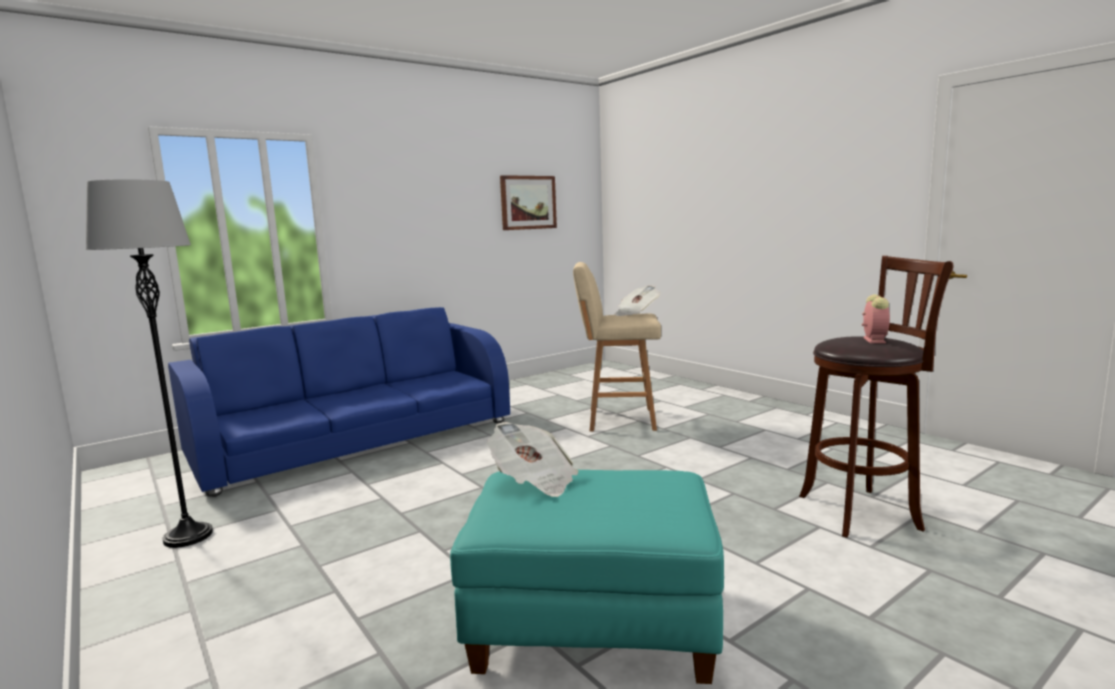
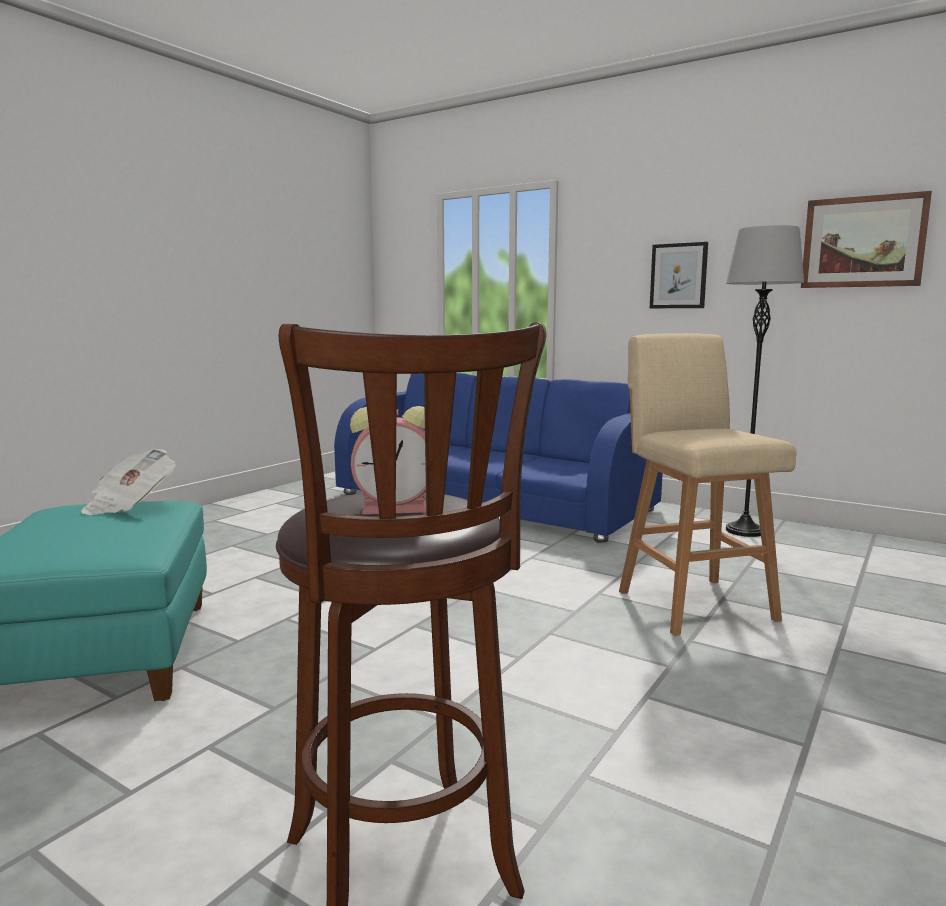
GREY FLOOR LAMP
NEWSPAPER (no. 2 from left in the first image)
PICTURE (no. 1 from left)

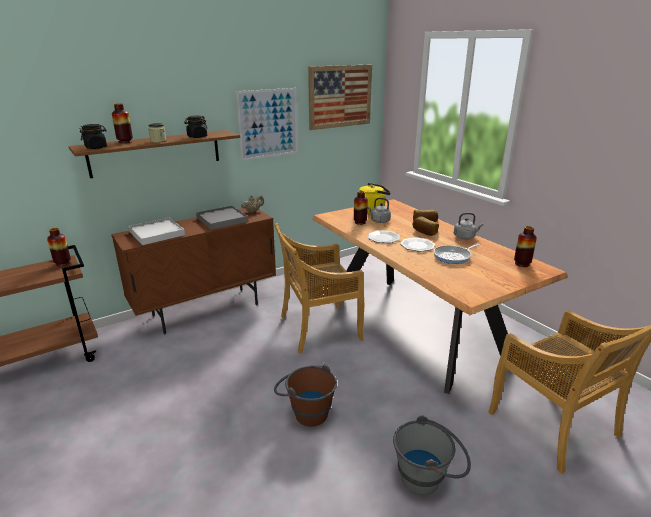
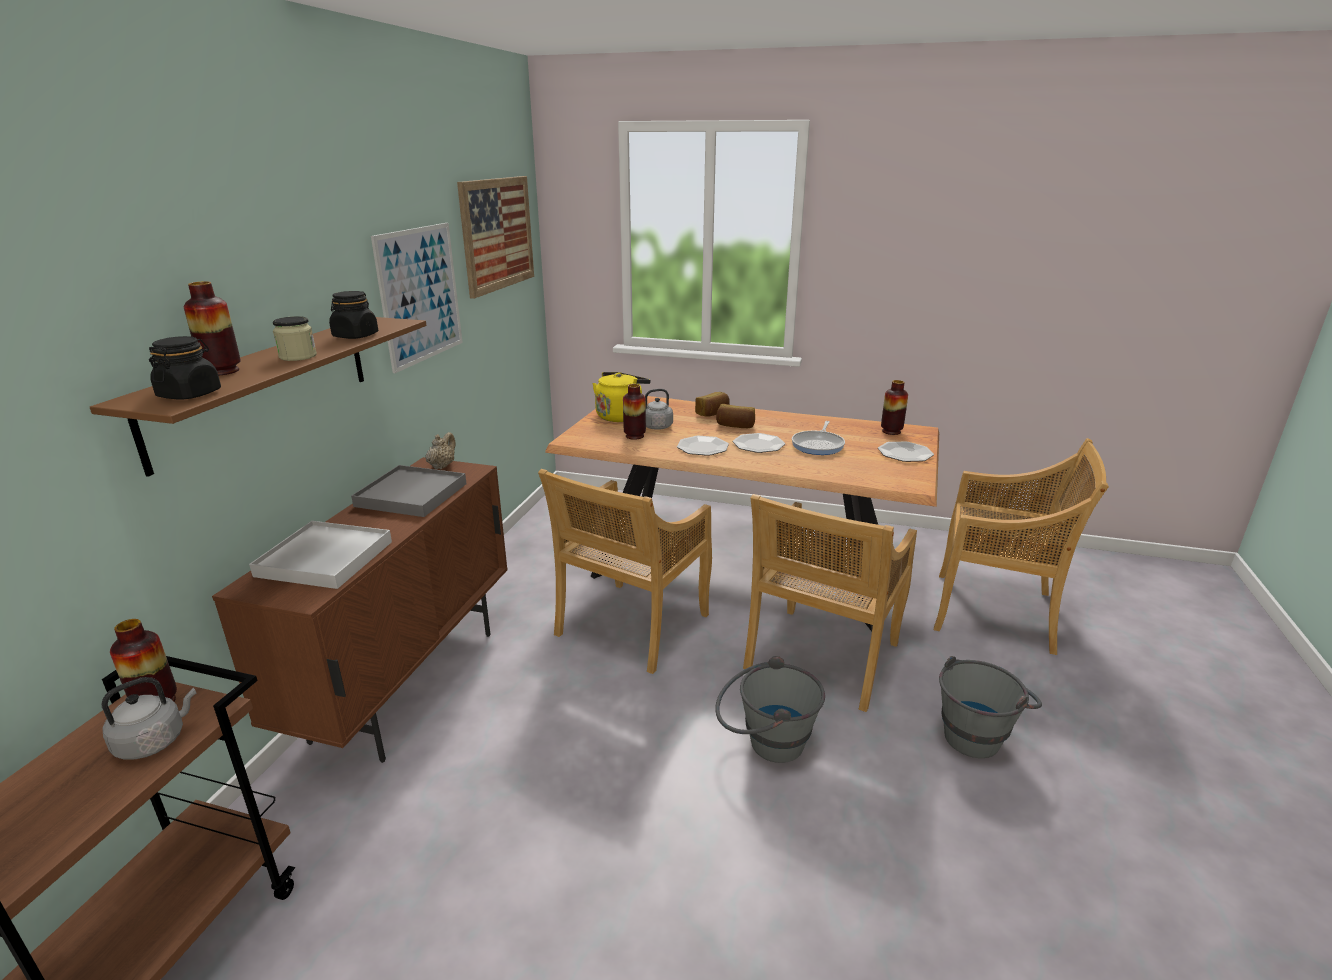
GREY KETTLE (no. 1 from left)
GREY BUCKET (no. 1 from left)
PLATE (no. 3 from left)
BEIGE CHAIR (no. 2 from left)

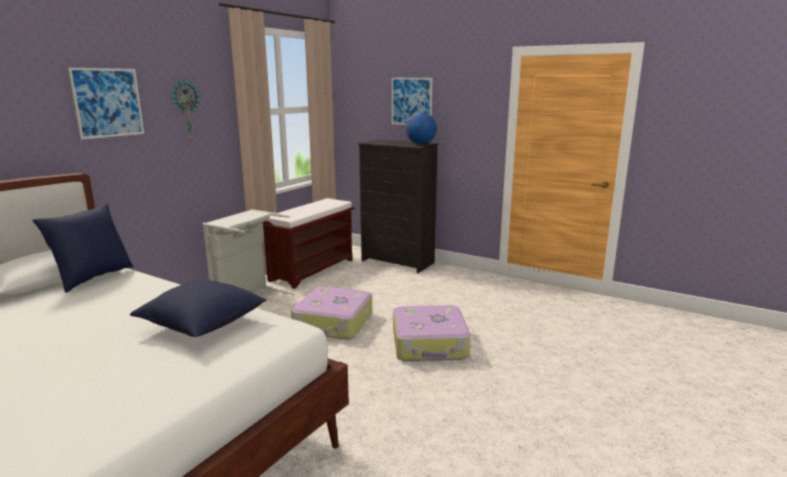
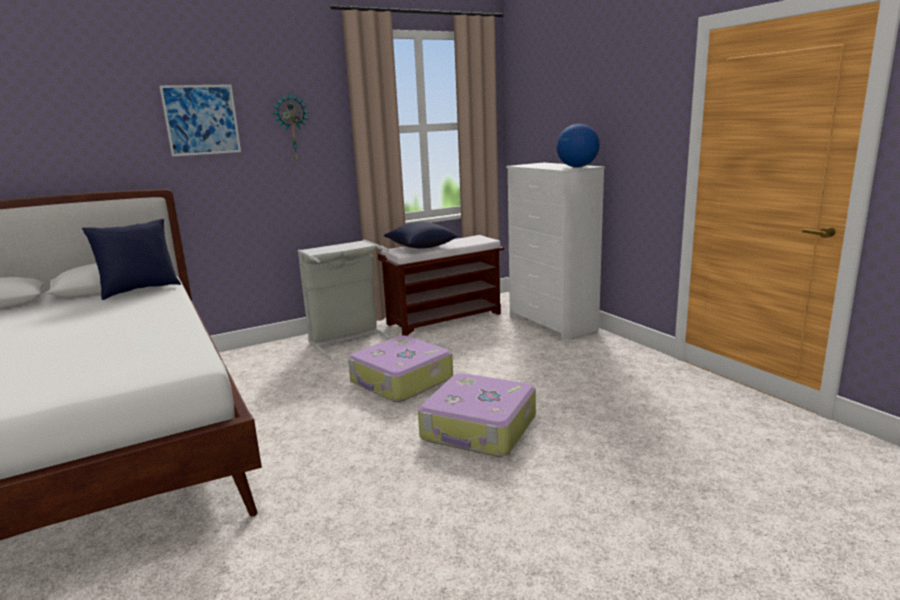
PICTURE (no. 2 from left in the first image)
WHITE DRESSER
BLUE PILLOW (no. 2 from left)

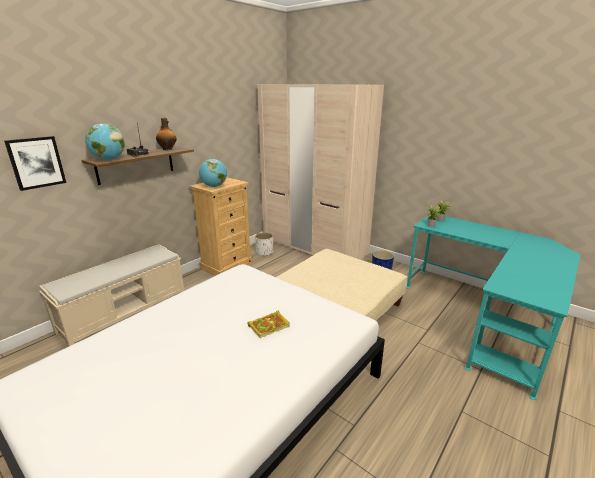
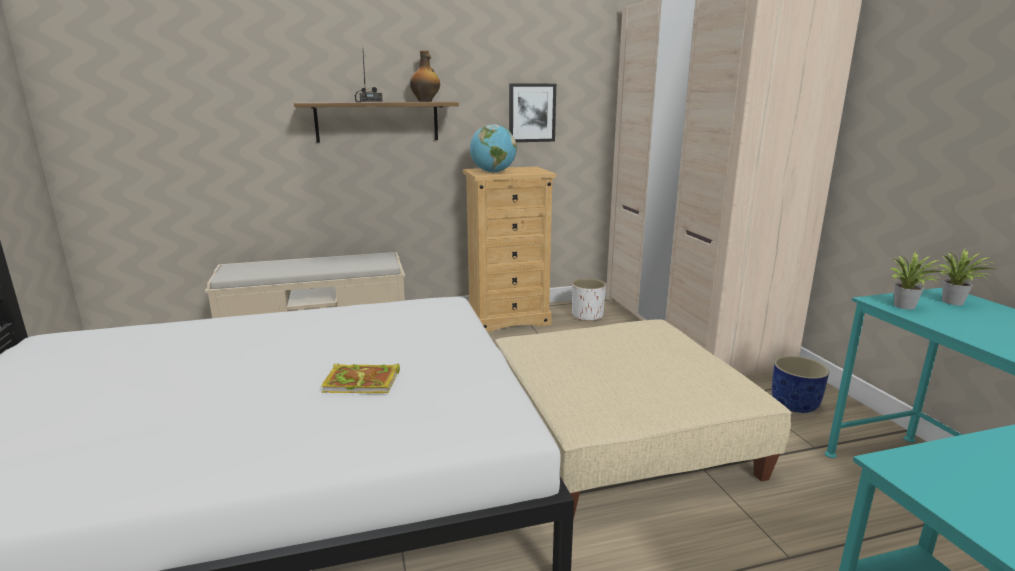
GLOBE (no. 1 from left in the first image)
PICTURE

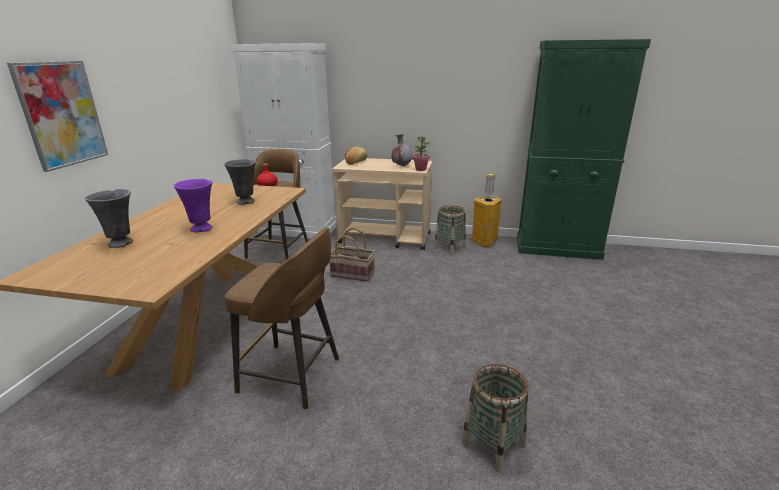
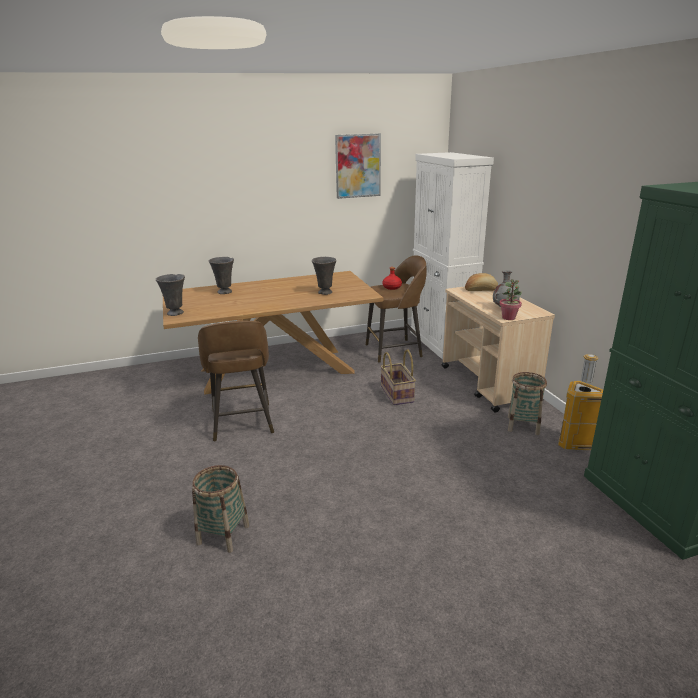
PICTURE
PURPLE VASE
GREY VASE (no. 1 from left)

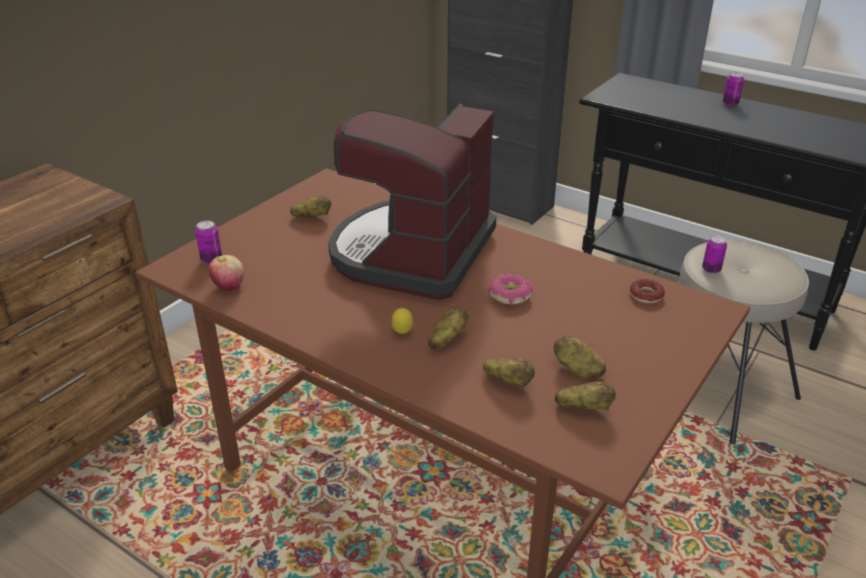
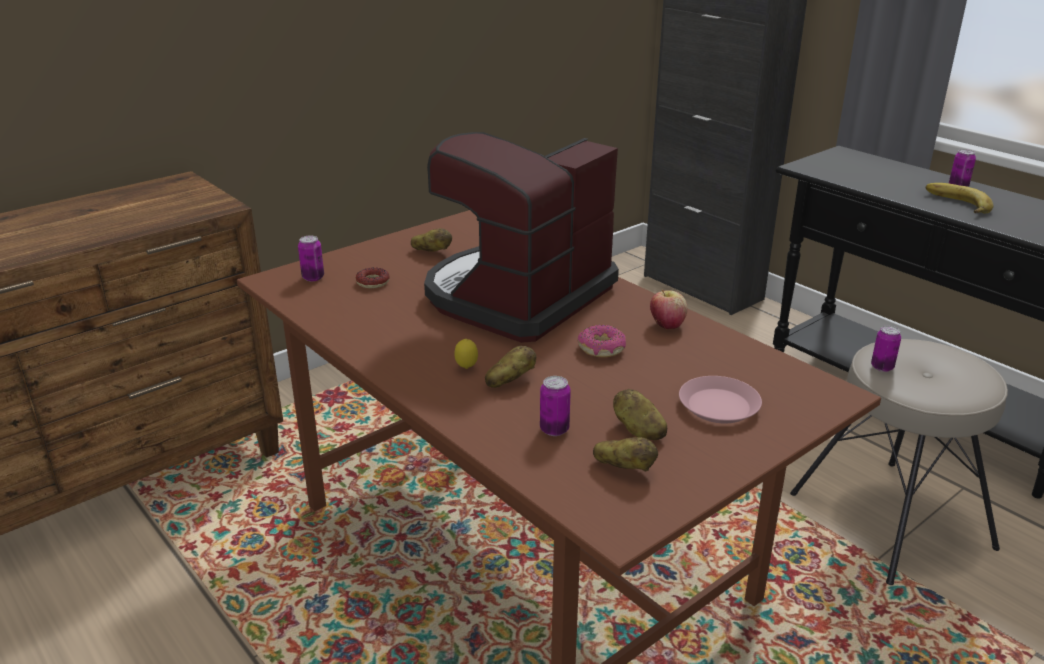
APPLE
DONUT (no. 1 from left)
CAN (no. 2 from left)
BANANA
PINK PLATE

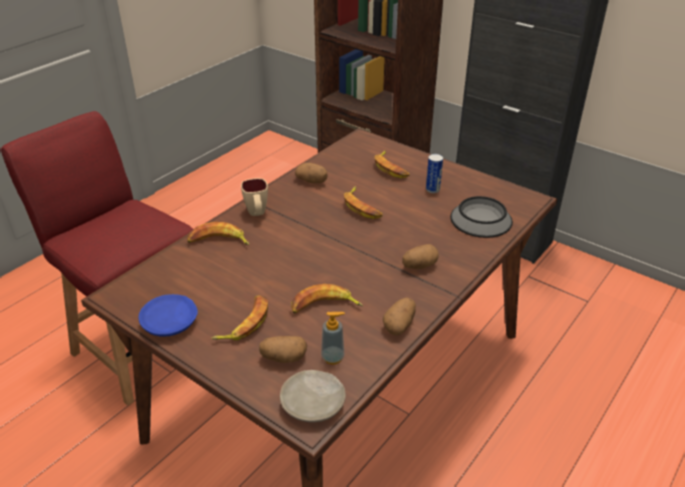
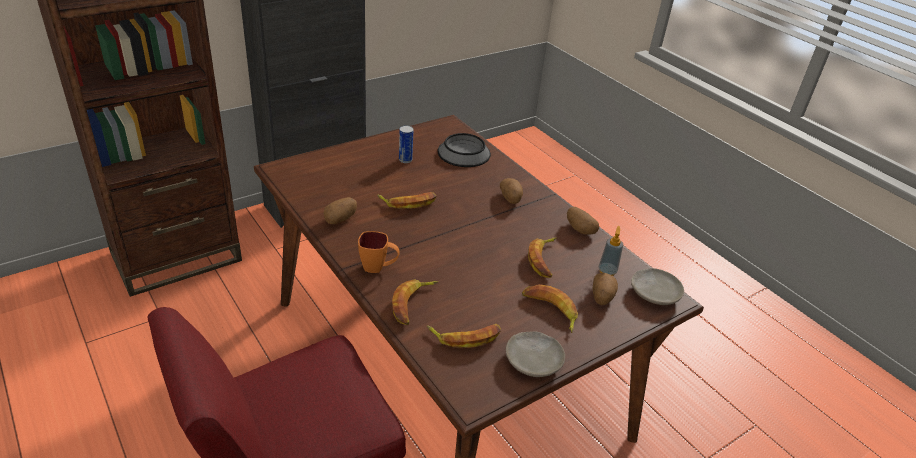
BANANA (no. 3 from left)
ORANGE MUG
BEIGE PLATE (no. 1 from left)

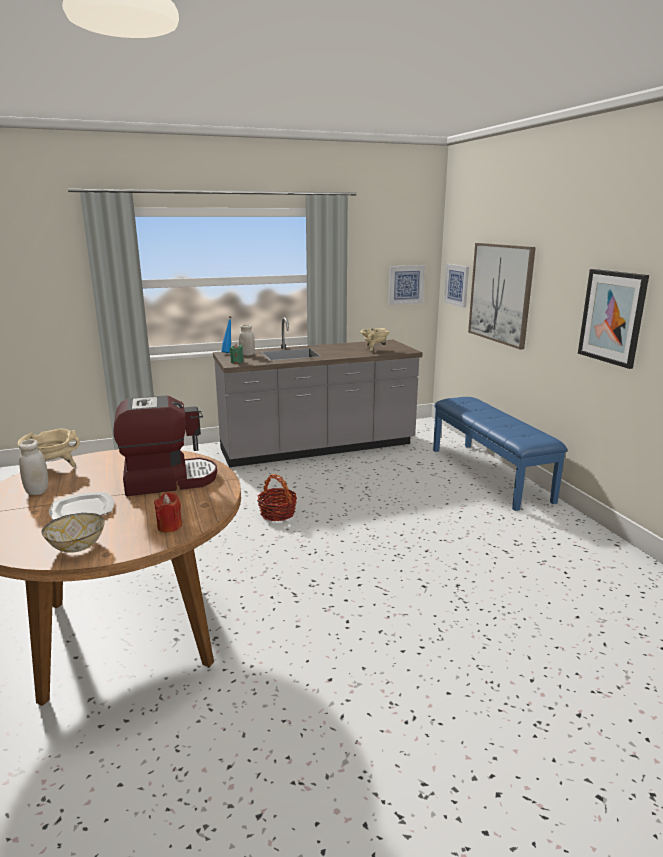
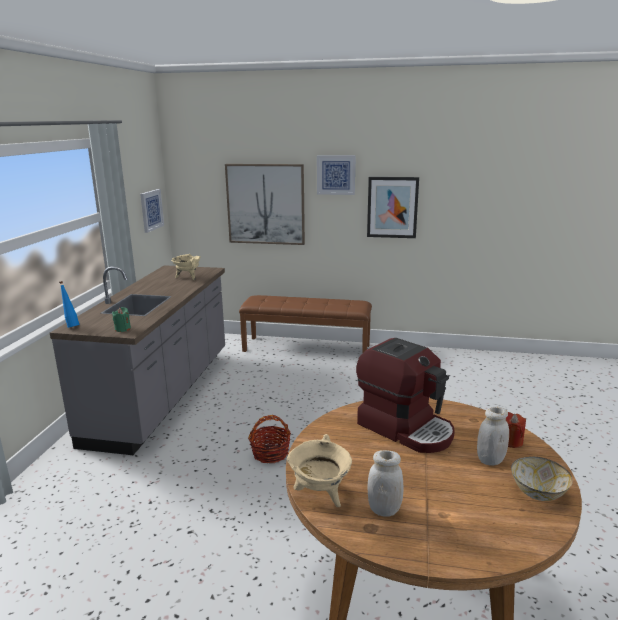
PICTURE (no. 3 from left)
WHITE JAR (no. 2 from left)
COFFEE MACHINE
BROWN BENCH
PLATE

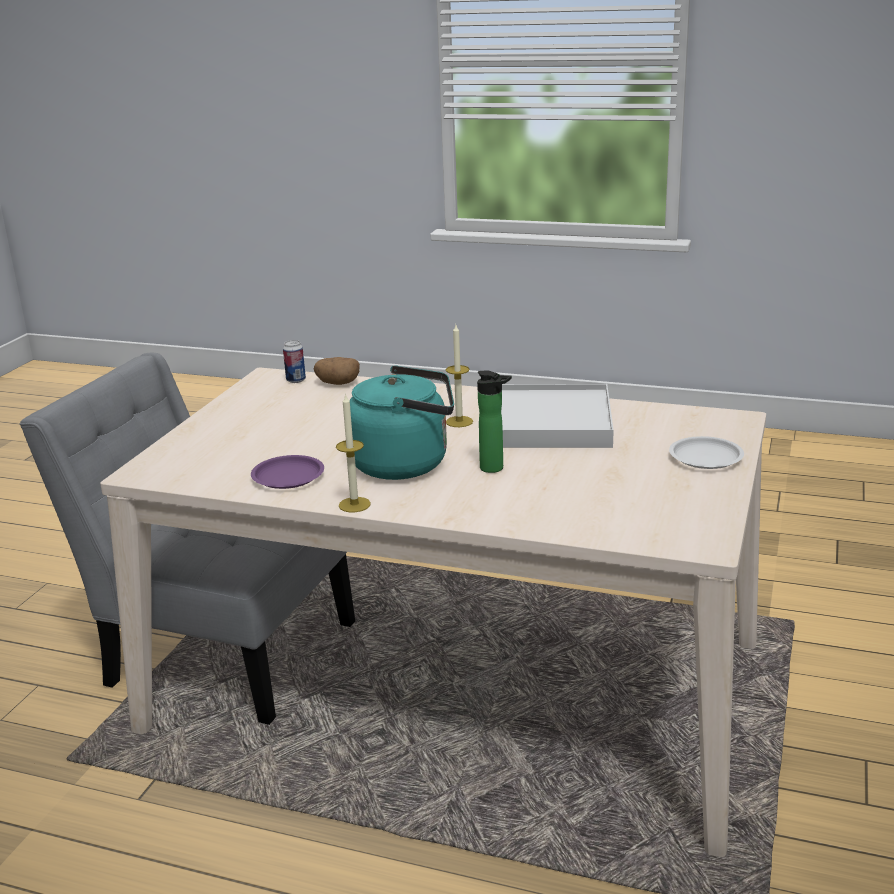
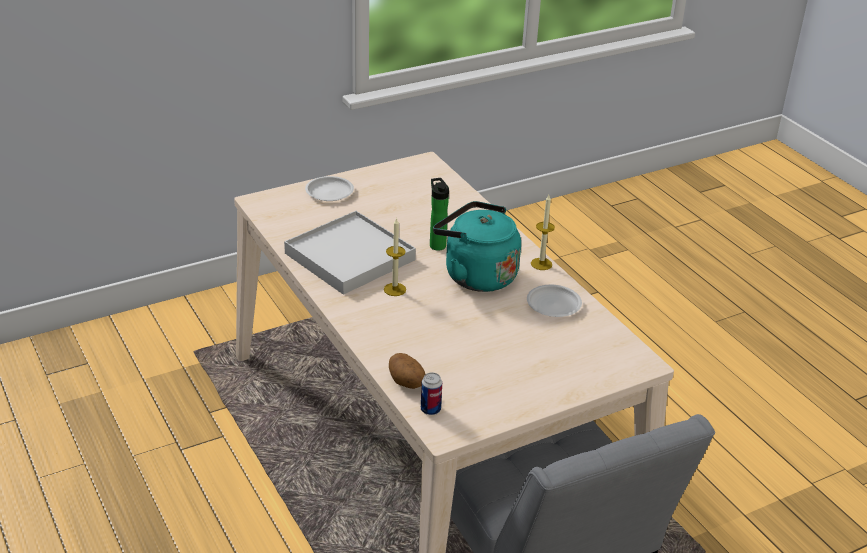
WHITE PLATE (no. 2 from left)

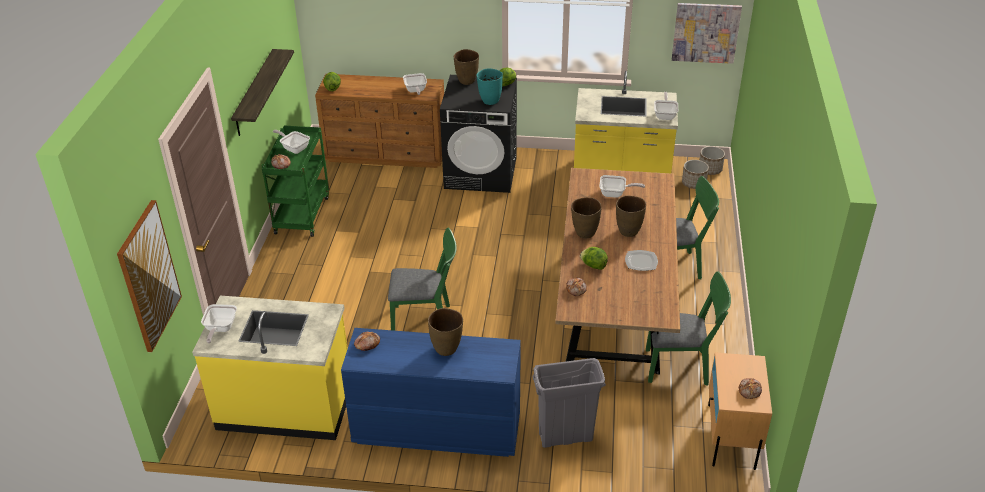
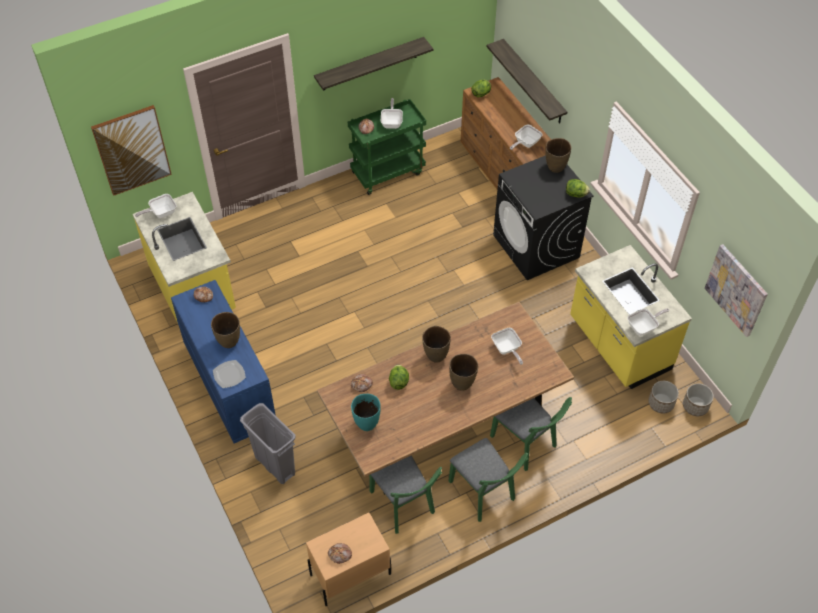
TURQUOISE VASE
GREEN CHAIR (no. 2 from left)
PLATE
SHELF (no. 2 from left)

